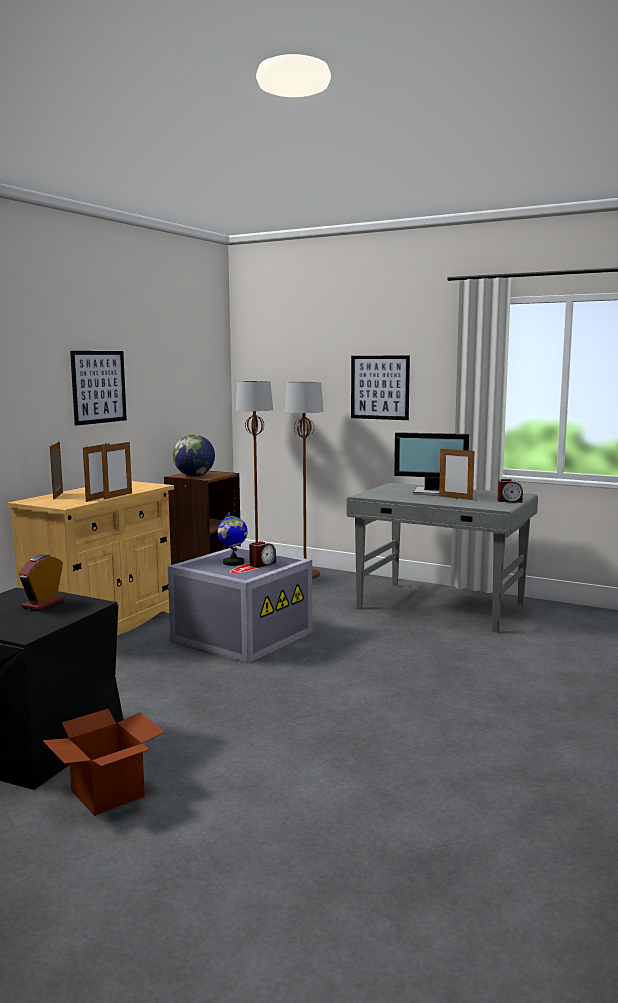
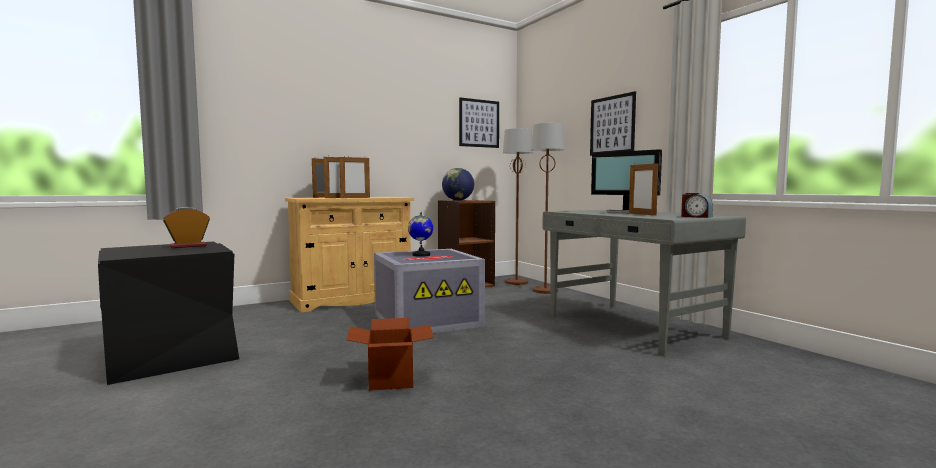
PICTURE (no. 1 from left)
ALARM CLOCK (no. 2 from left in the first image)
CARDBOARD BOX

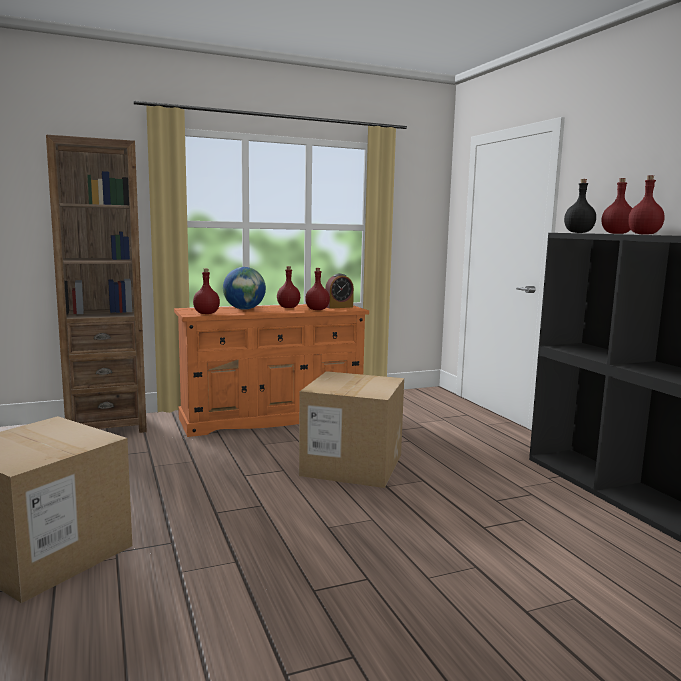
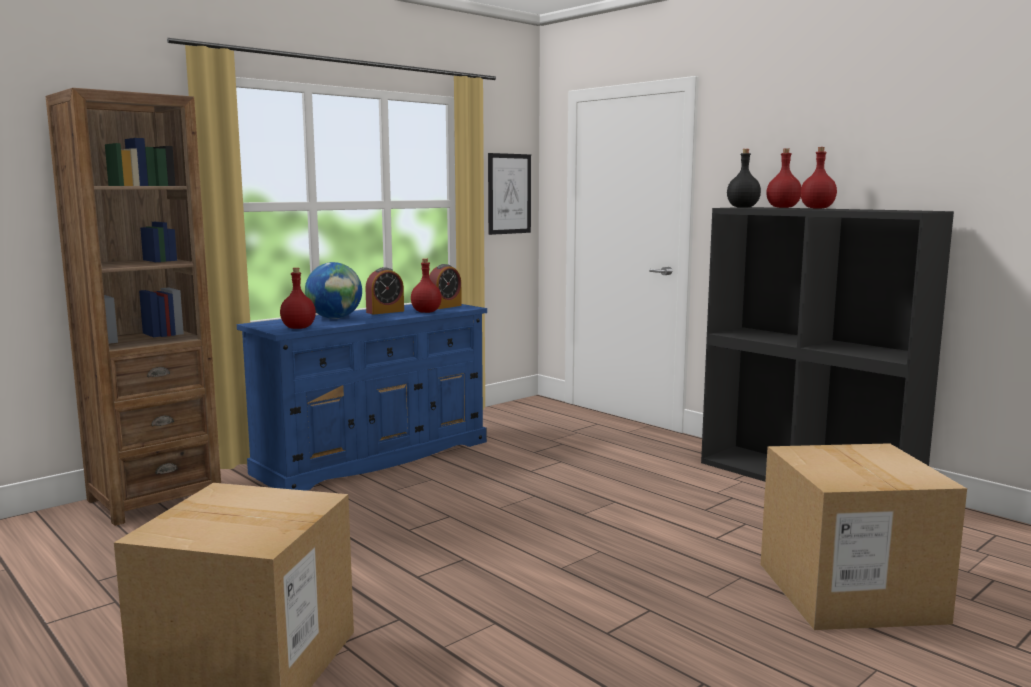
ALARM CLOCK (no. 1 from left)
BLUE DRESSER
CARDBOARD BOX (no. 2 from left)
PICTURE

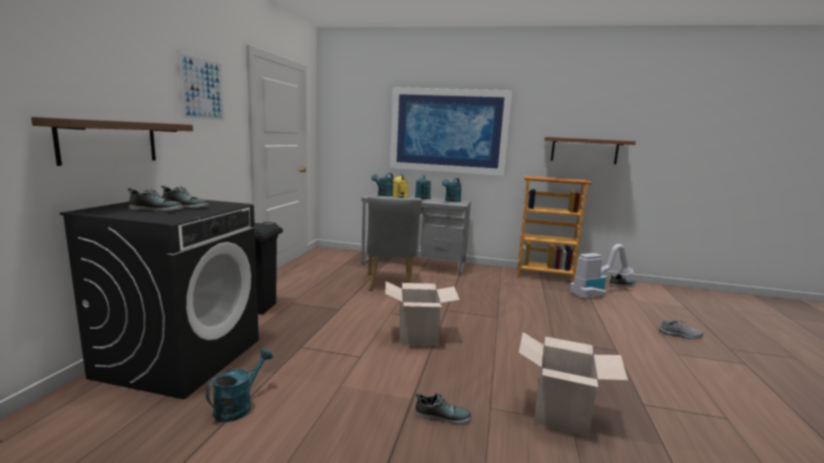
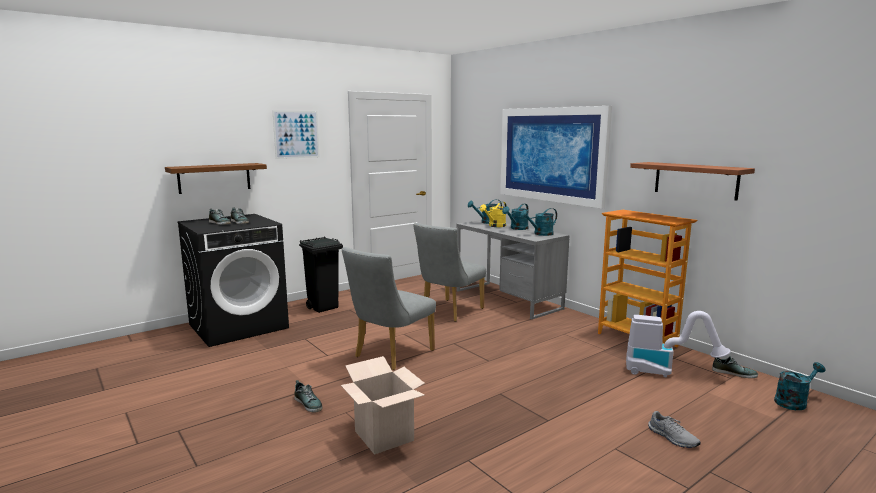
GREY CHAIR (no. 1 from left)
TURQUOISE WATERING CAN (no. 4 from left)

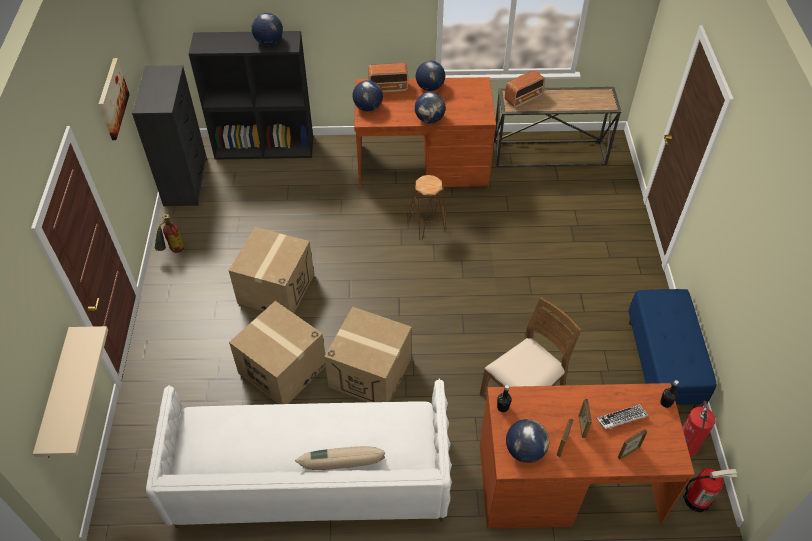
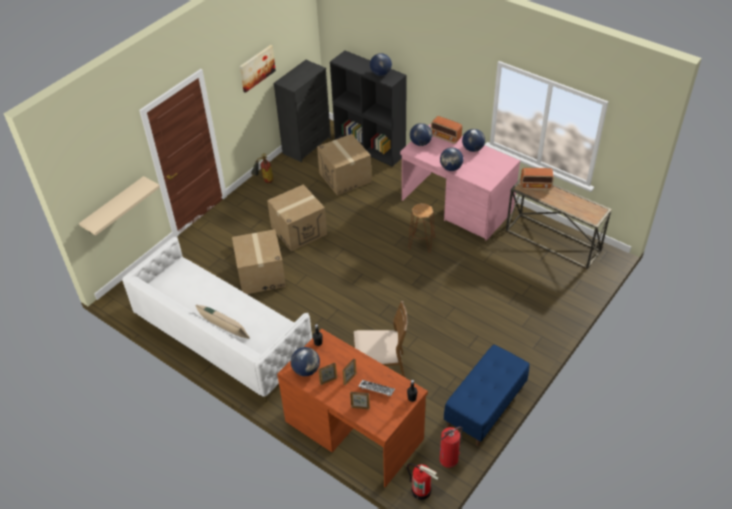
PINK DESK
CARDBOARD BOX (no. 3 from left)

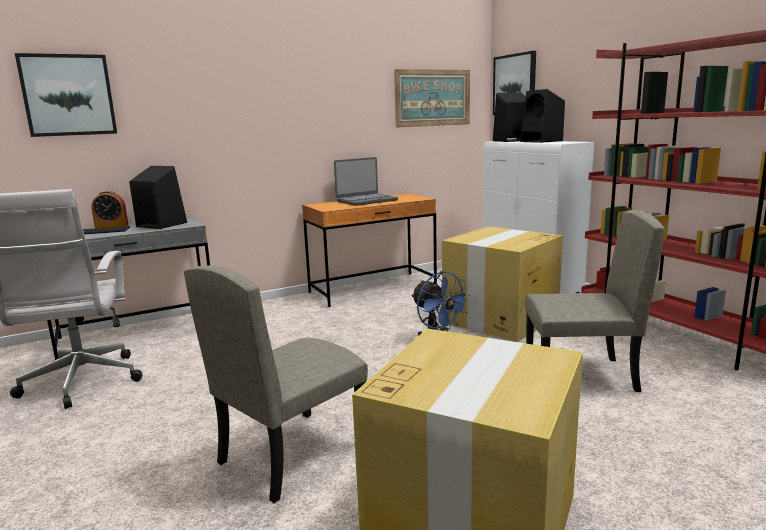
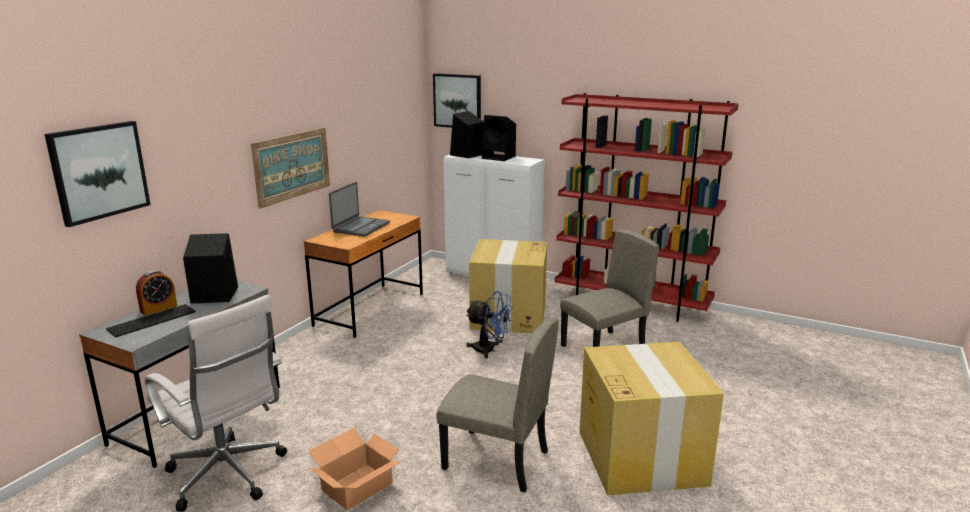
PICTURE (no. 2 from left)
BEIGE CHAIR (no. 1 from left)
CARDBOARD BOX (no. 1 from left)

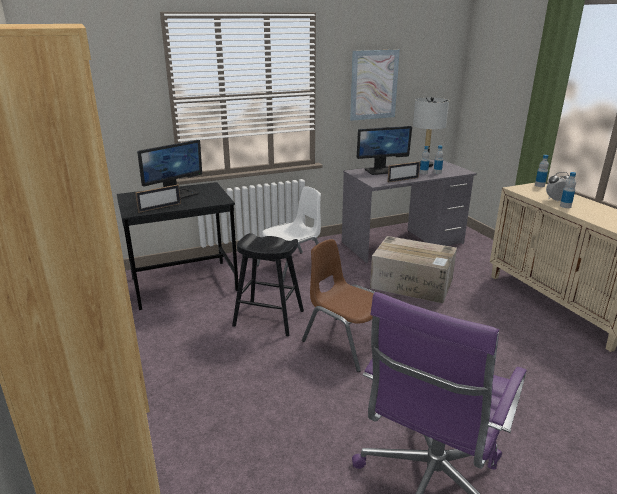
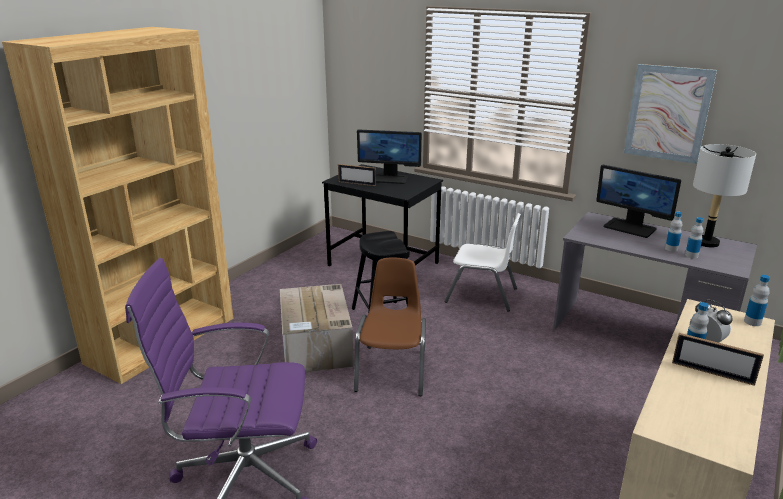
PICTURE FRAME (no. 2 from left)
CARDBOARD BOX

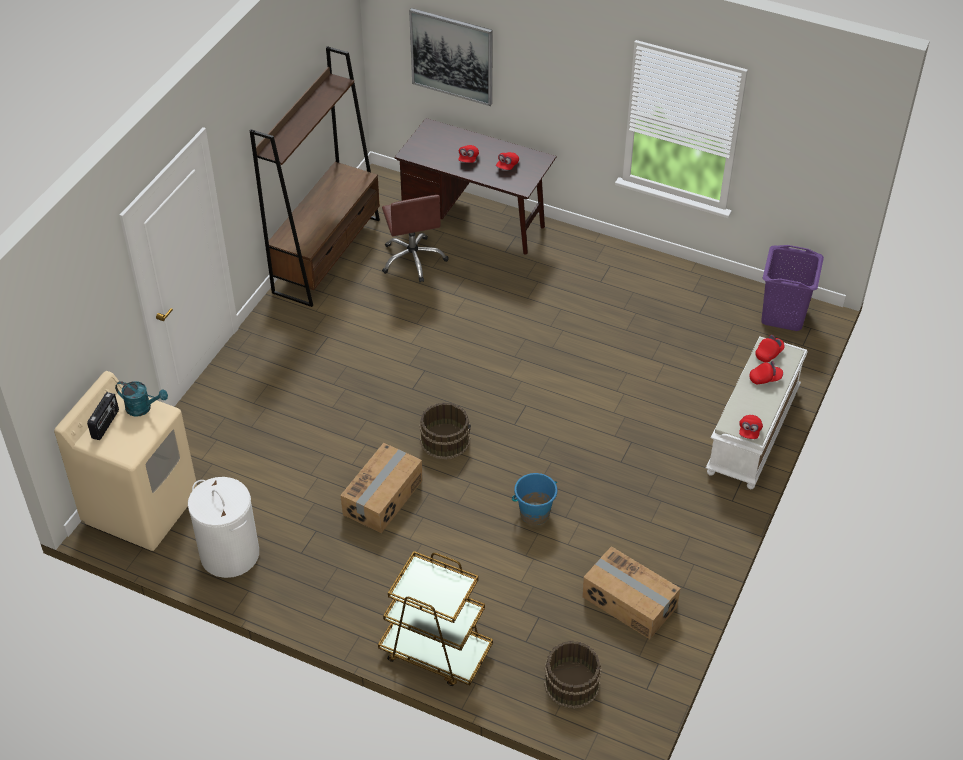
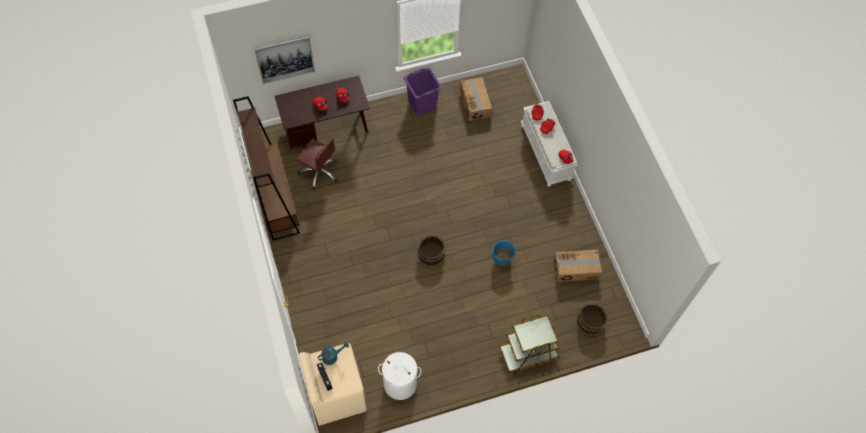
PURPLE LAUNDRY BASKET
CARDBOARD BOX (no. 1 from left)

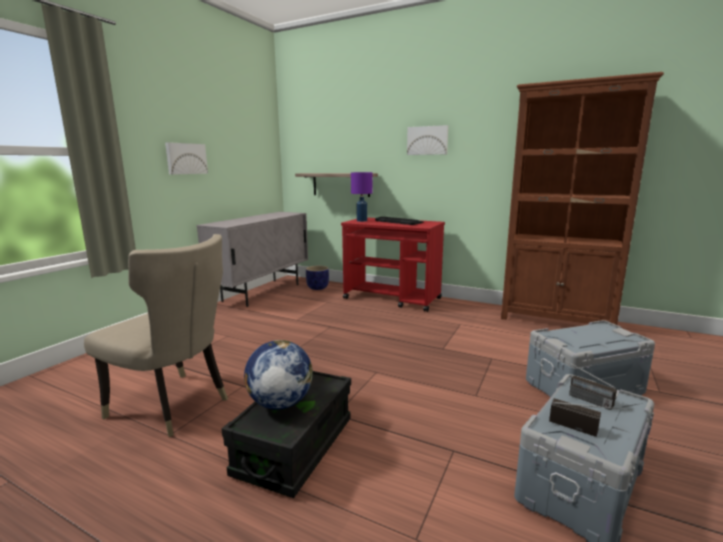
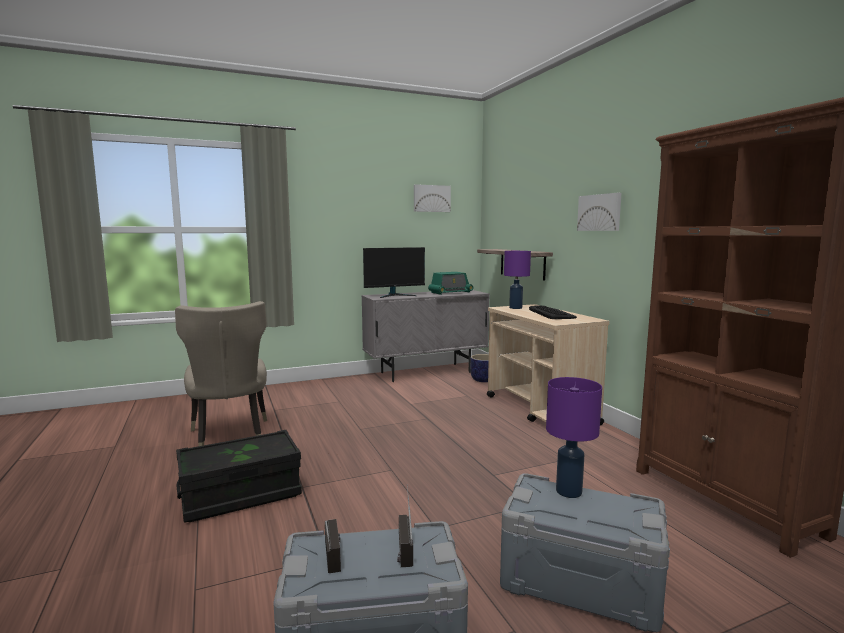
PICTURE (no. 1 from left)
BEIGE CART
GLOBE
MONITOR
RADIO (no. 3 from left)
PURPLE TABLE LAMP (no. 2 from left)

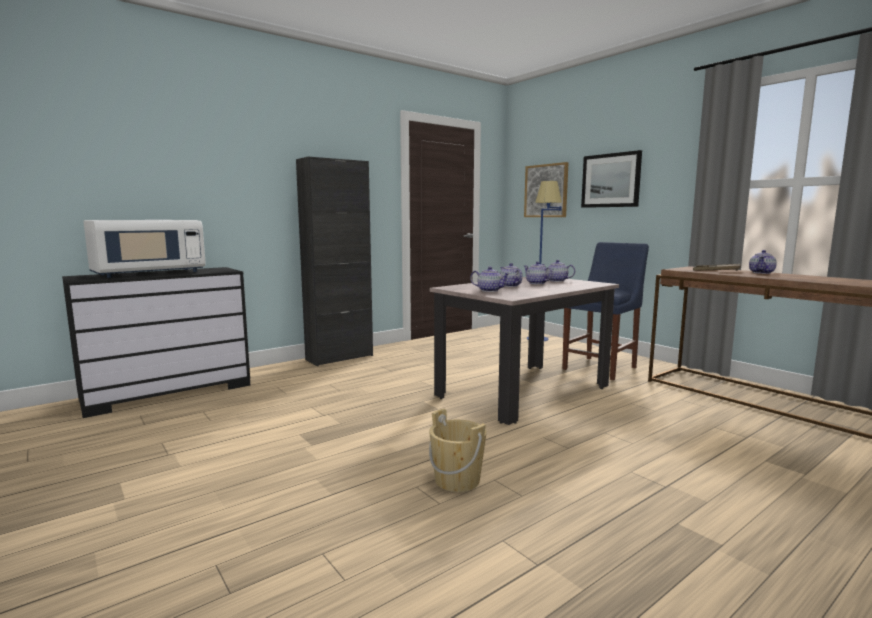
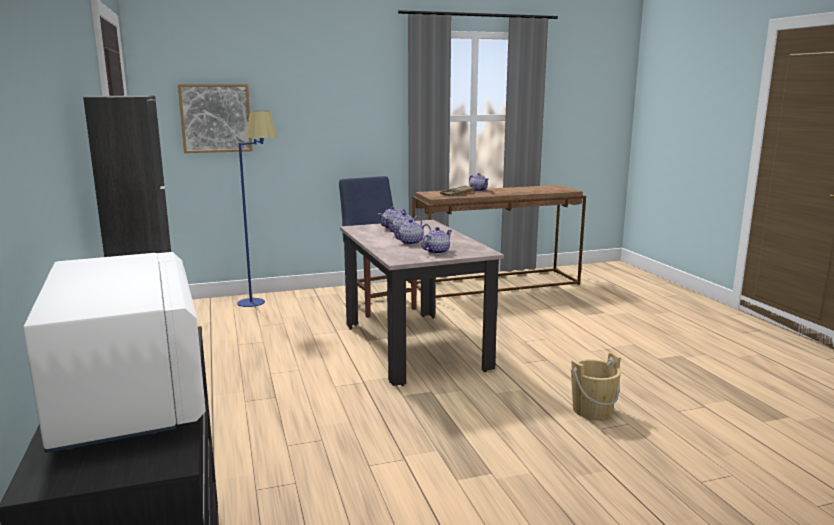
PICTURE (no. 2 from left in the first image)

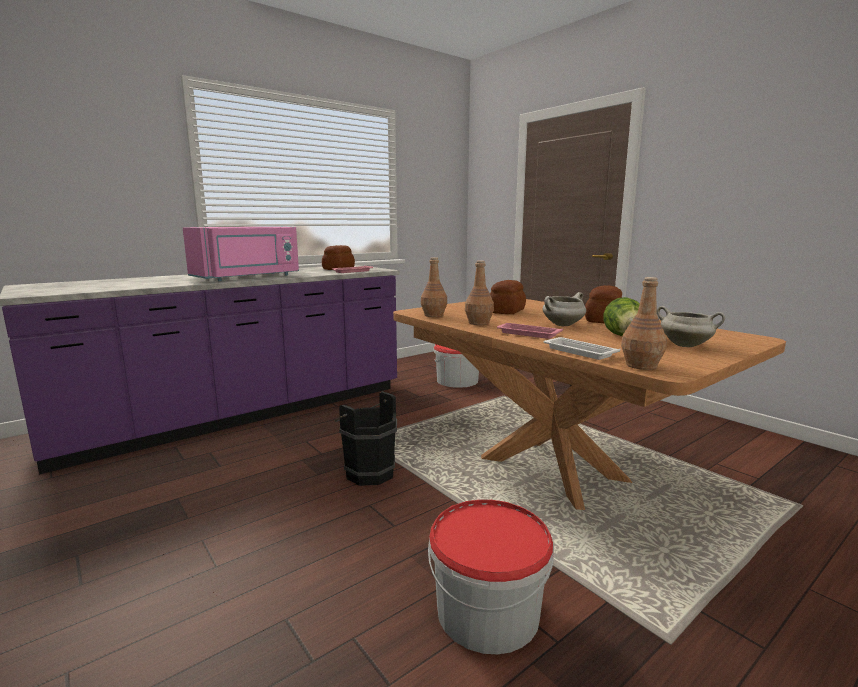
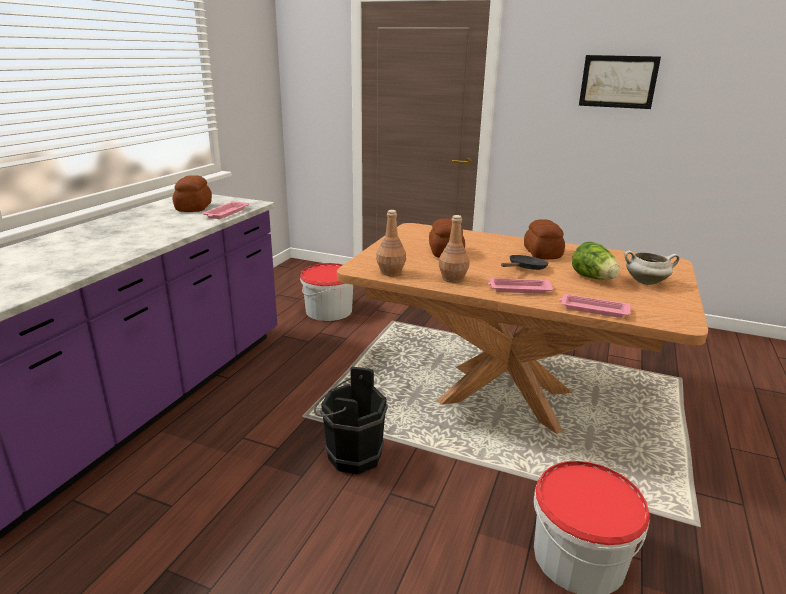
PINK MICROWAVE
BROWN BOTTLE (no. 3 from left in the first image)
BLACK FRYING PAN
PINK TRAY (no. 3 from left)
PICTURE

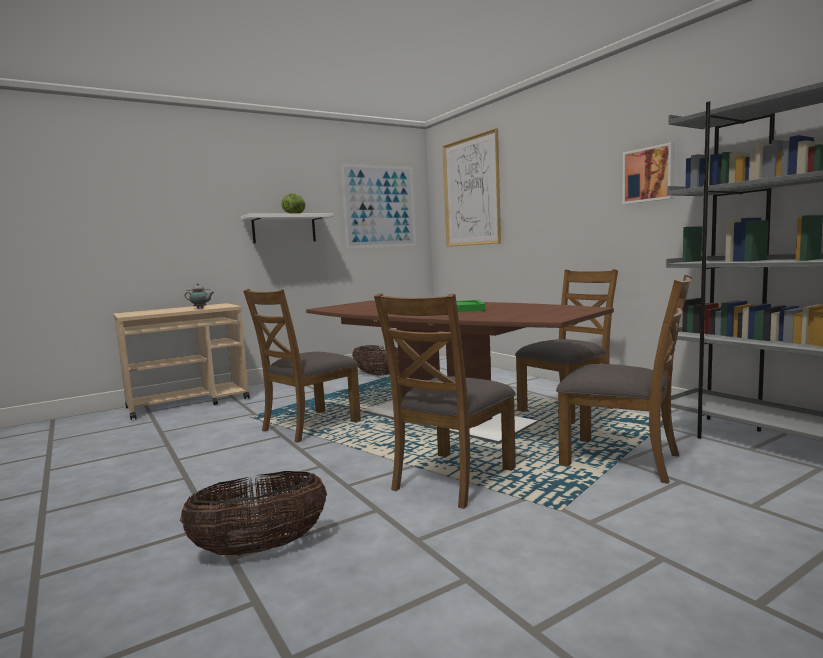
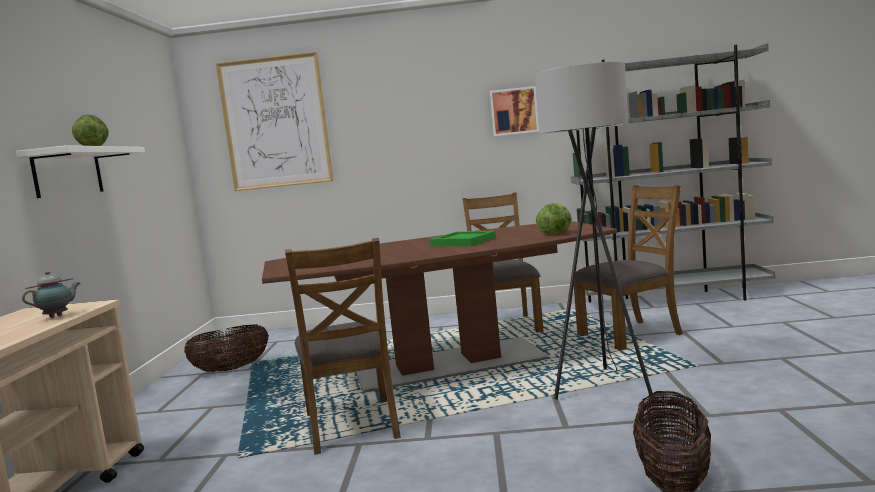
PICTURE (no. 1 from left in the first image)
GREY FLOOR LAMP
LETTUCE (no. 2 from left)

